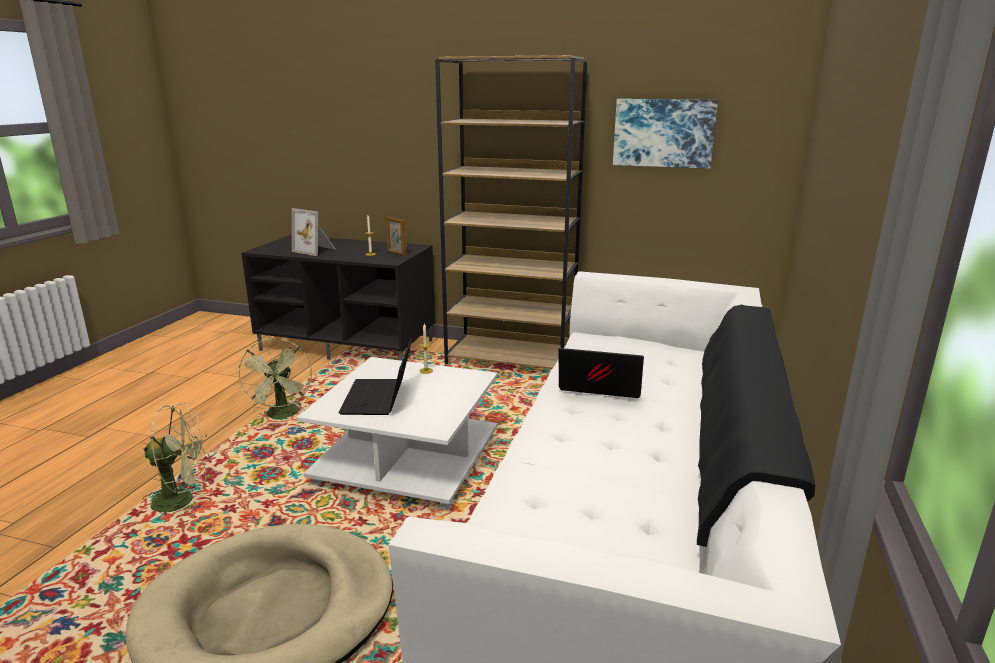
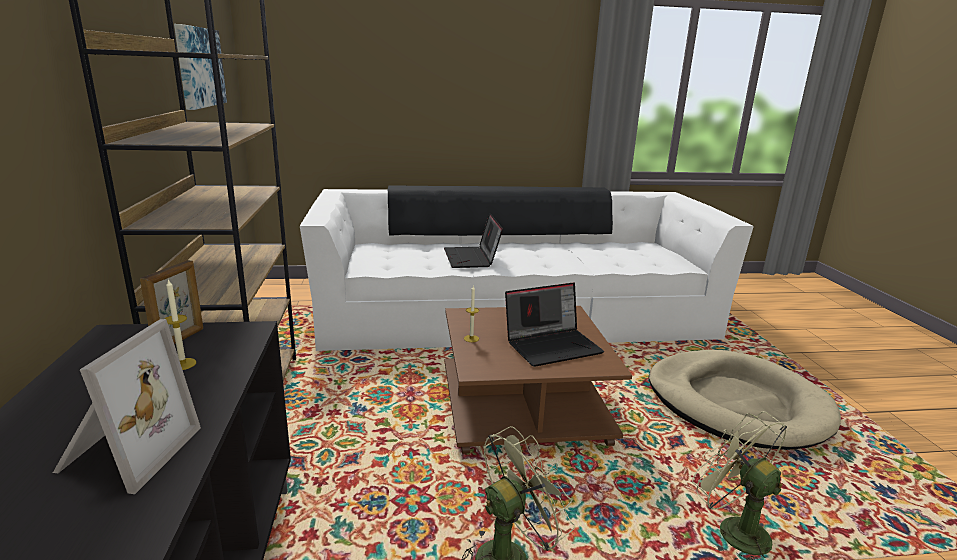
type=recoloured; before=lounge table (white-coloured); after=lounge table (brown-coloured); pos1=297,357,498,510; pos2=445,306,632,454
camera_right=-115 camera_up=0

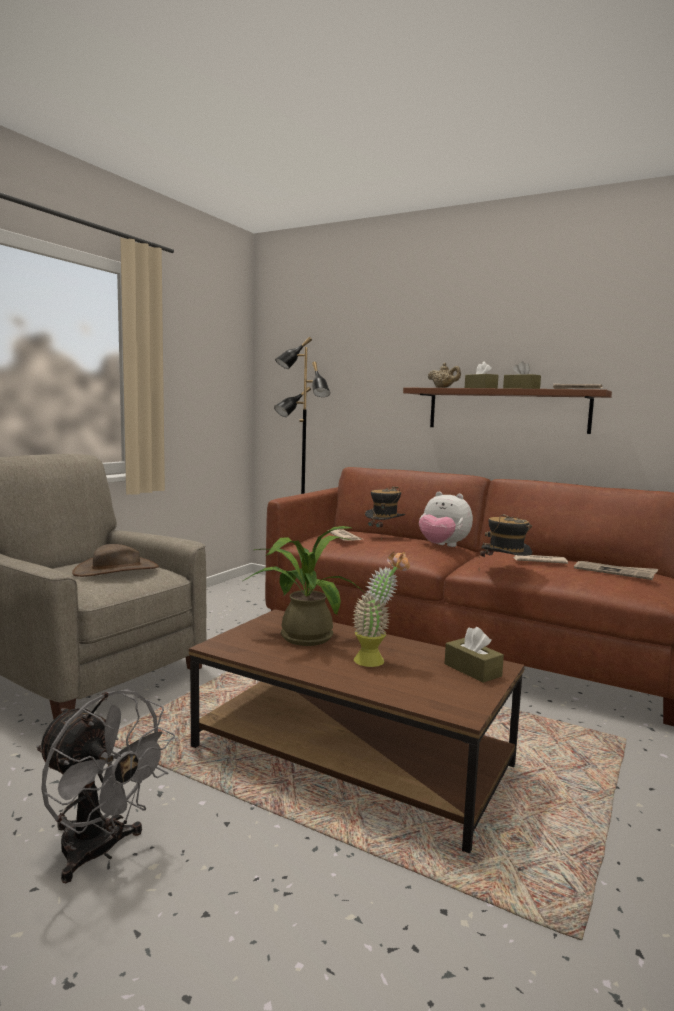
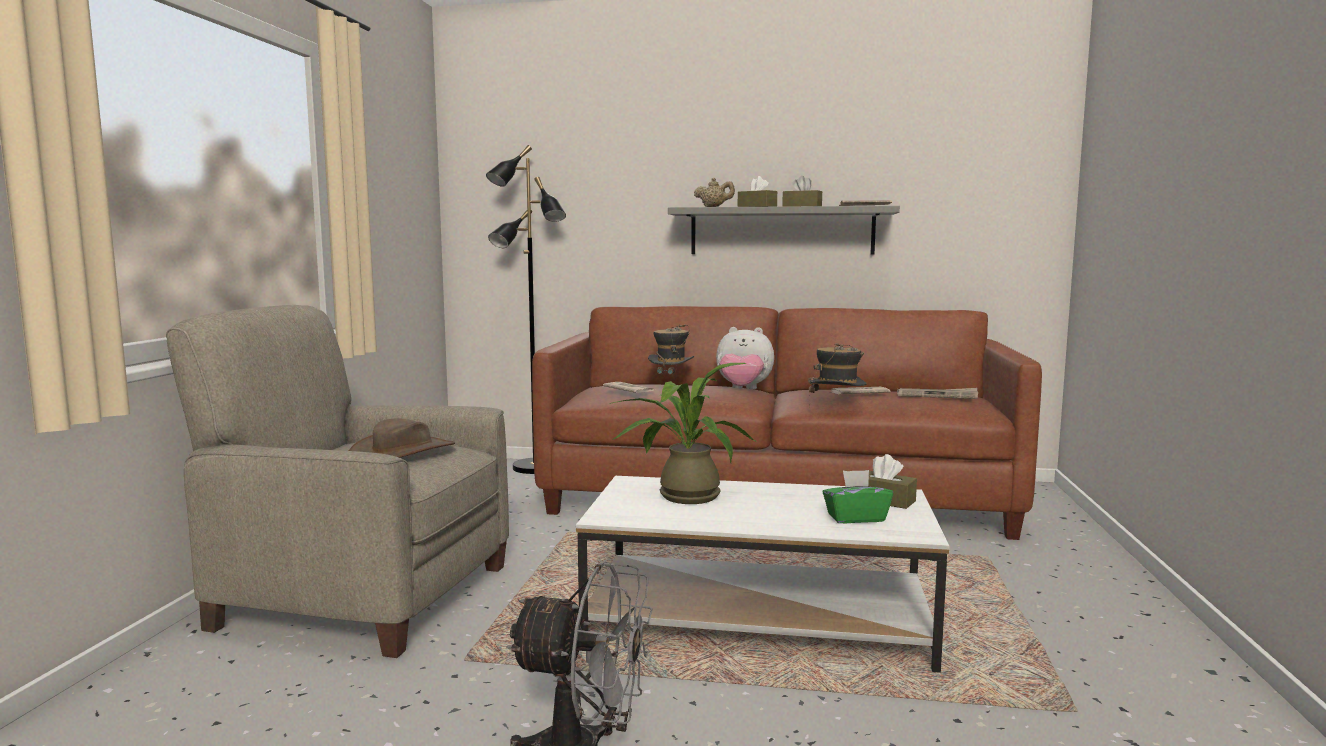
type=removed; before=houseplant; pos1=353,552,410,667
type=added; after=tissue holder (green); pos2=823,470,893,523
type=recoloured; before=lounge table (brown-coloured); after=lounge table (white-coloured); pos1=189,609,524,854; pos2=576,476,949,673
type=recoloured; before=shelf (brown-coloured); after=shelf (gray); pos1=403,387,612,434; pos2=668,206,900,255
camera_right=-20 camera_up=0

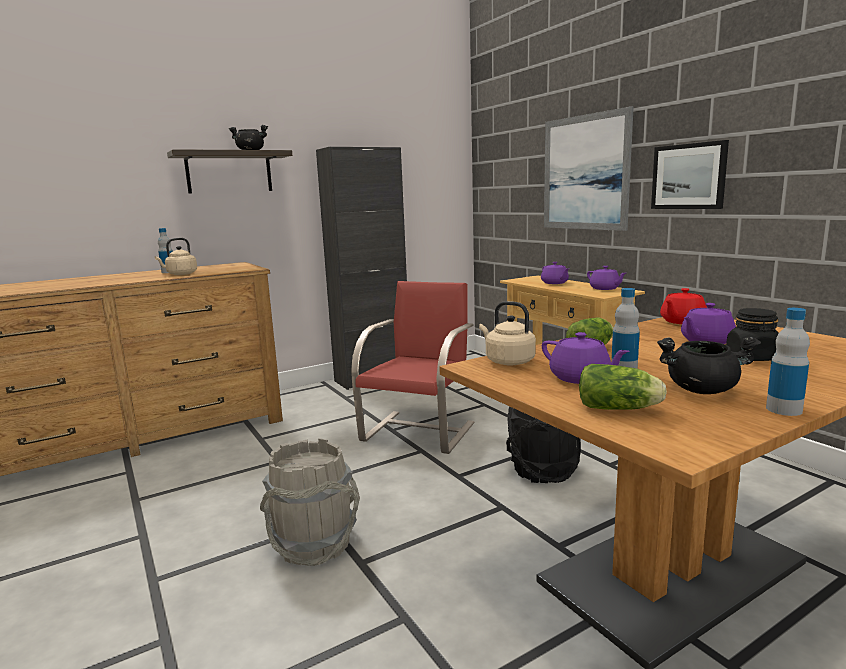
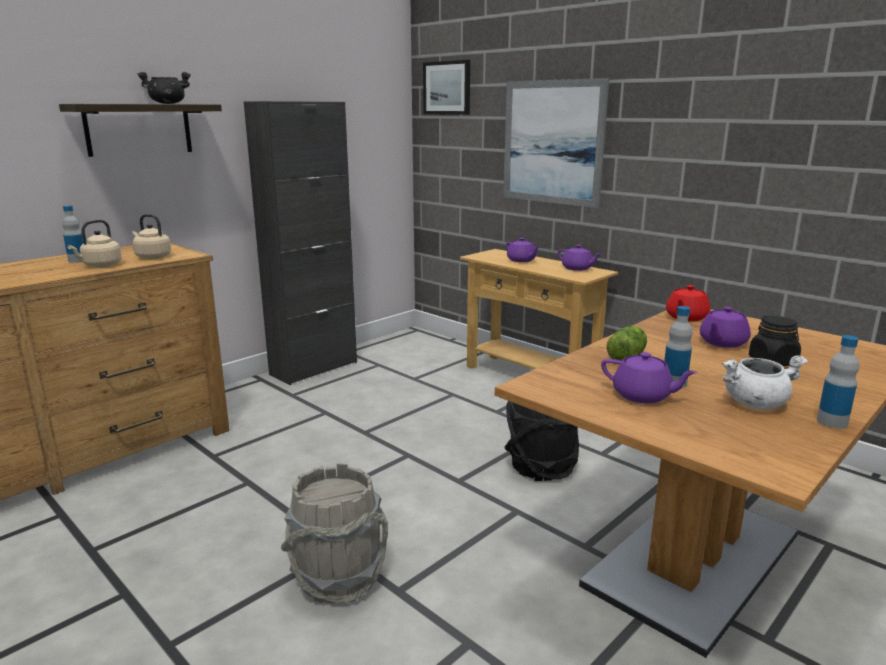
type=removed; before=upright chair (reddish); pos1=351,281,475,454
type=removed; before=lettuce head; pos1=579,364,667,410
type=moved; before=tea kettle (beige); pos1=479,301,536,365; pos2=132,214,171,259
type=moved; before=wall art; pos1=651,140,729,209; pos2=423,60,470,115
type=recoloured; before=stockpot (blackish); after=stockpot (white-coloured); pos1=657,337,761,394; pos2=722,355,808,410
camera_right=-15 camera_up=5

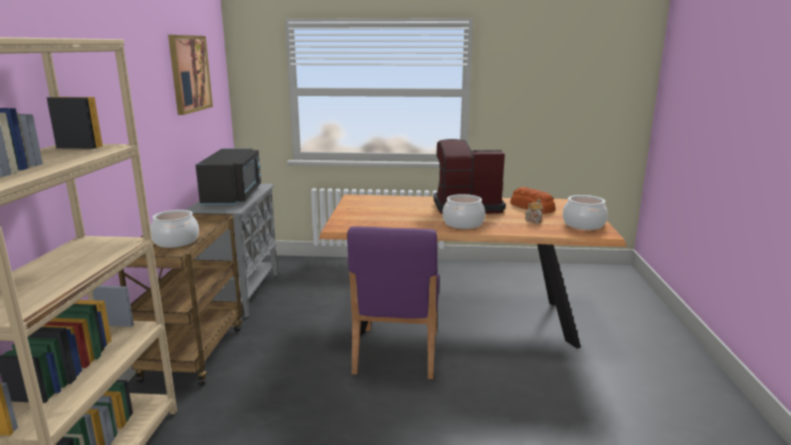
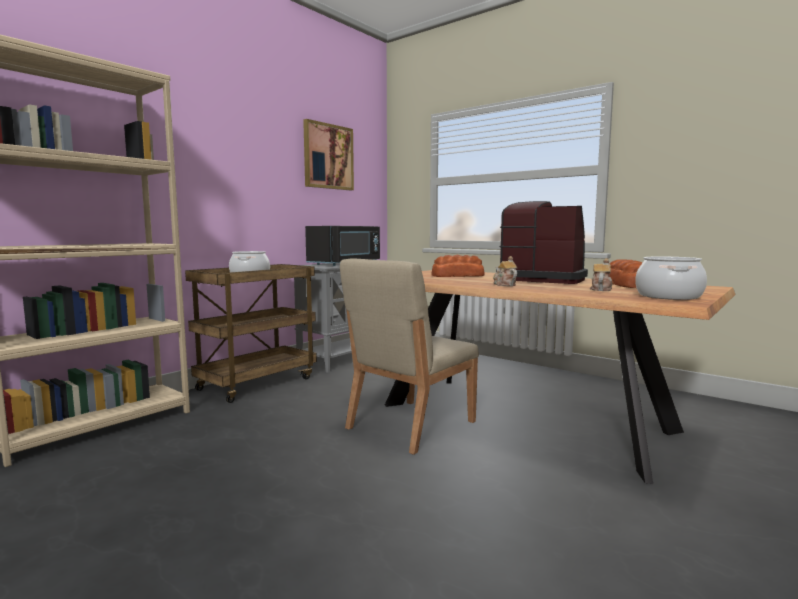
type=added; after=baked bread; pos2=432,255,485,277
type=replaced; before=stockpot; after=teapot; pos1=443,194,485,229; pos2=493,256,517,286
type=recoloured; before=upright chair (purple); after=upright chair (beige); pos1=347,227,440,379; pos2=340,259,479,455
camera_right=35 camera_up=-10

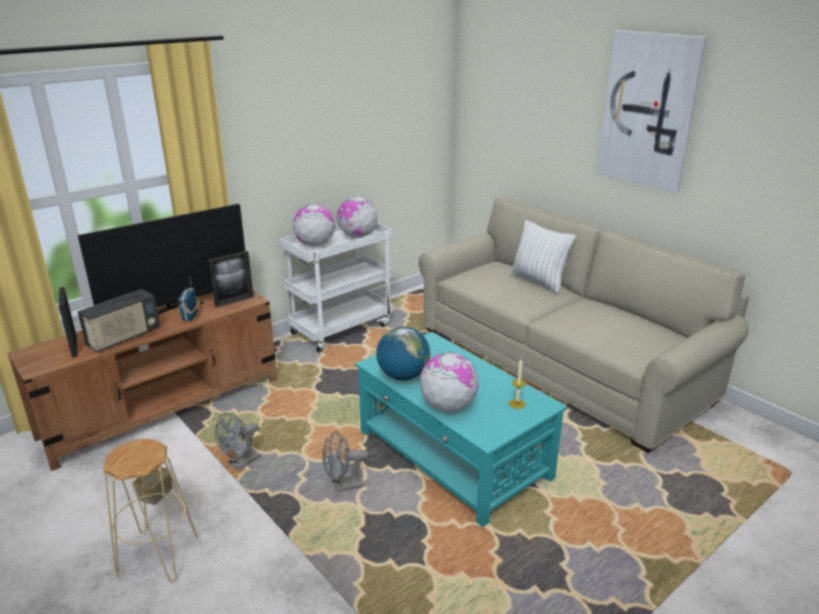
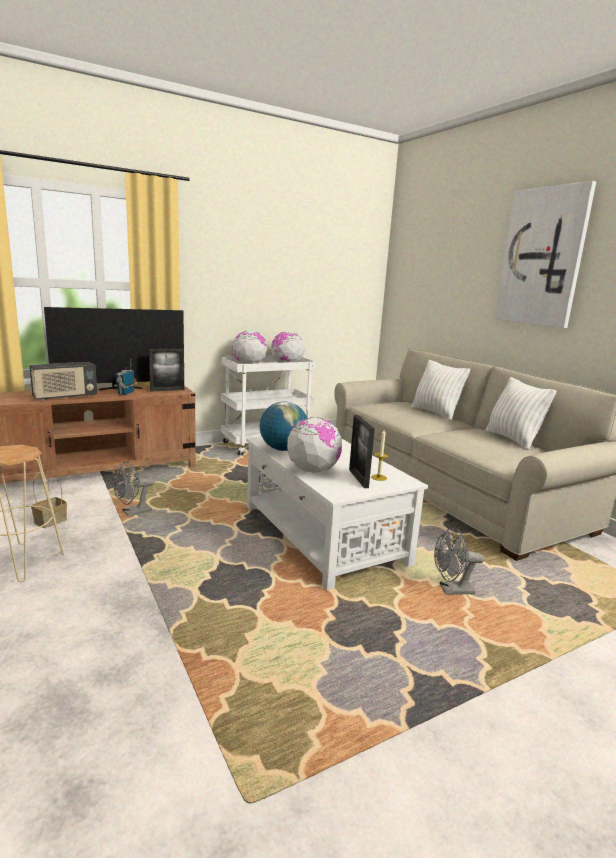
type=added; after=cushion (white-coloured); pos2=486,377,556,450
type=moved; before=picture frame; pos1=59,287,77,358; pos2=349,415,375,488
type=moved; before=electric fan (gray); pos1=323,430,369,492; pos2=434,527,484,595
type=recoloured; before=lounge table (turquoise-coloured); after=lounge table (white-coloured); pos1=355,332,567,527; pos2=246,437,428,590
camera_right=10 camera_up=-10

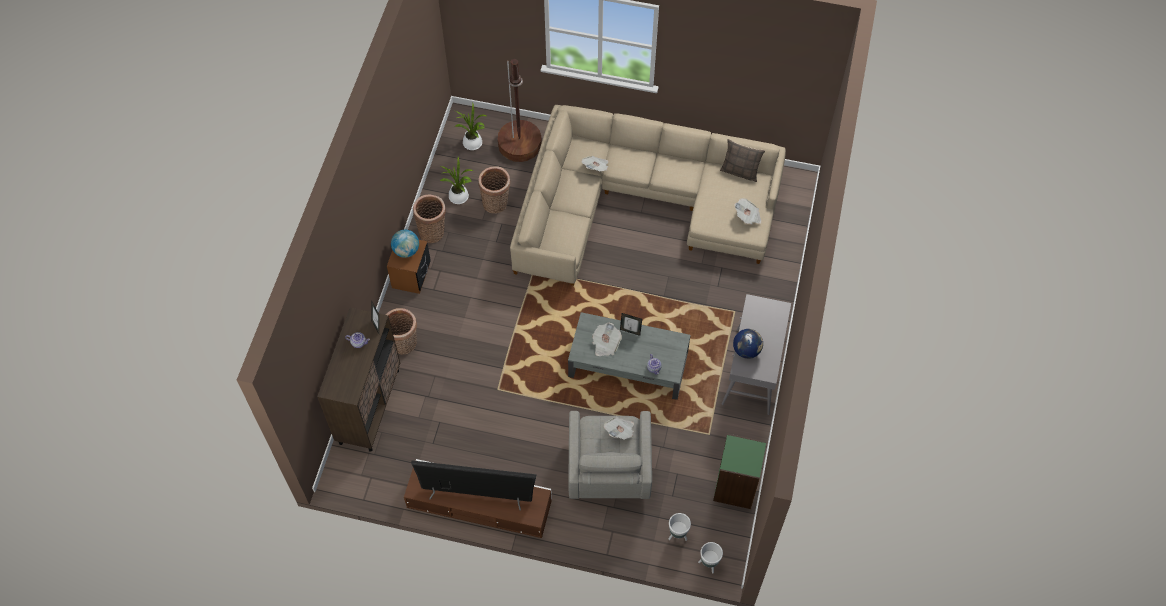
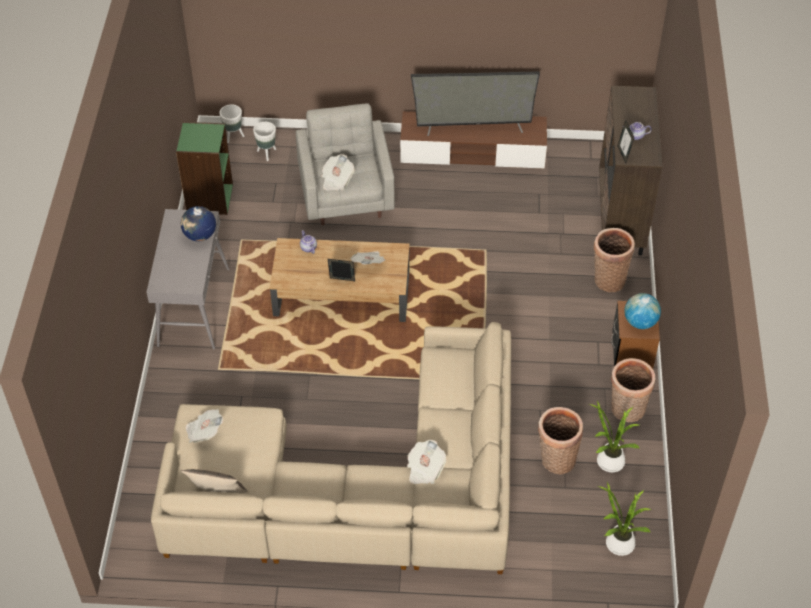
type=removed; before=standing lamp (brown-coloured); pos1=498,59,542,162
type=recoloured; before=lounge table (gray); after=lounge table (brown-coloured); pos1=568,312,691,400; pos2=270,238,410,322
camera_right=170 camera_up=-10

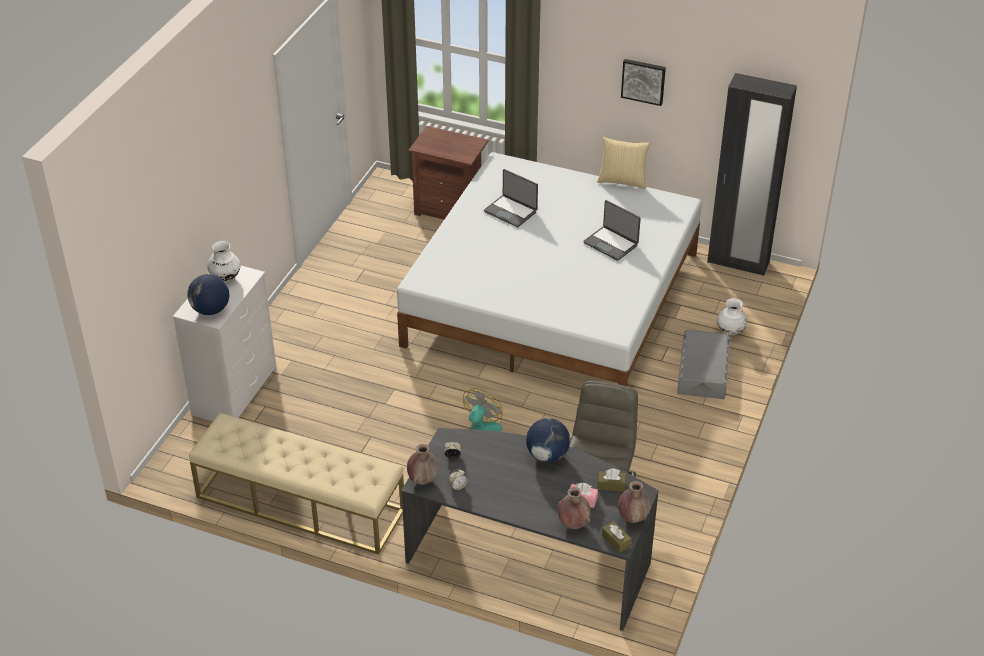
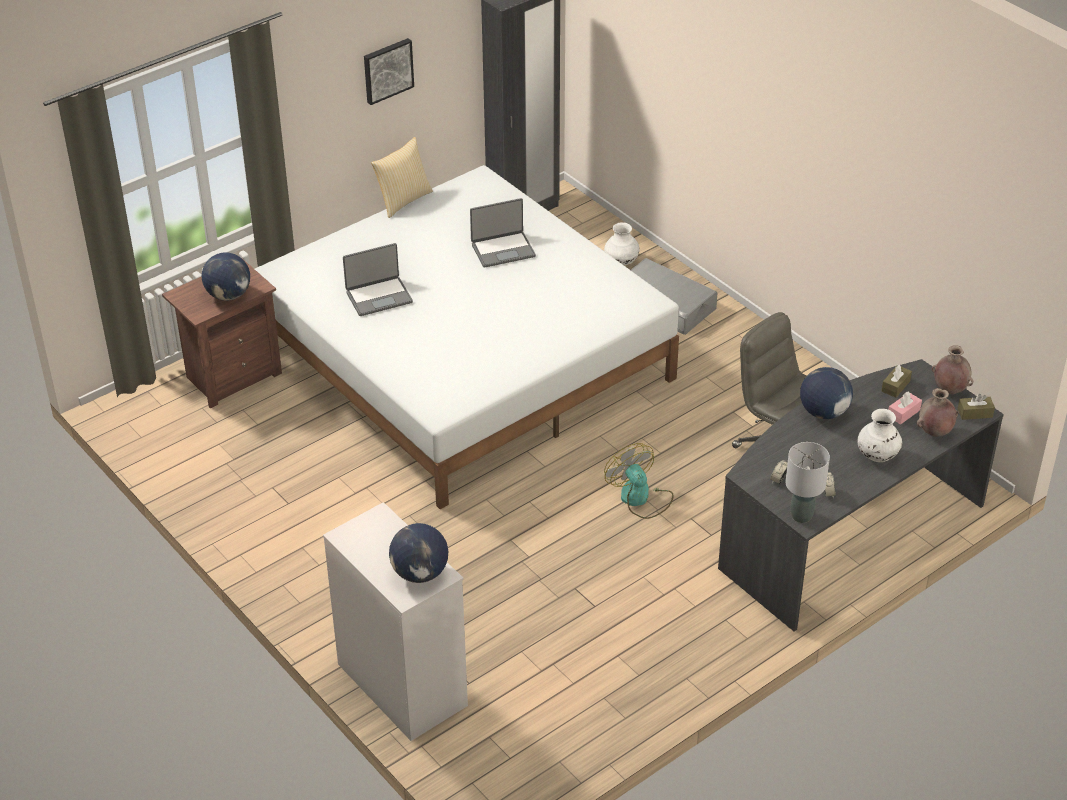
type=removed; before=bench (beige); pos1=189,413,404,555
type=added; after=globe; pos2=202,252,250,301
type=moved; before=decorative vase (white-coloured); pos1=207,241,241,281; pos2=857,409,902,462
type=replaced; before=decorative vase (brown-coloured); after=table lamp (gray); pos1=407,444,439,485; pos2=785,442,830,523
camera_right=-60 camera_up=0

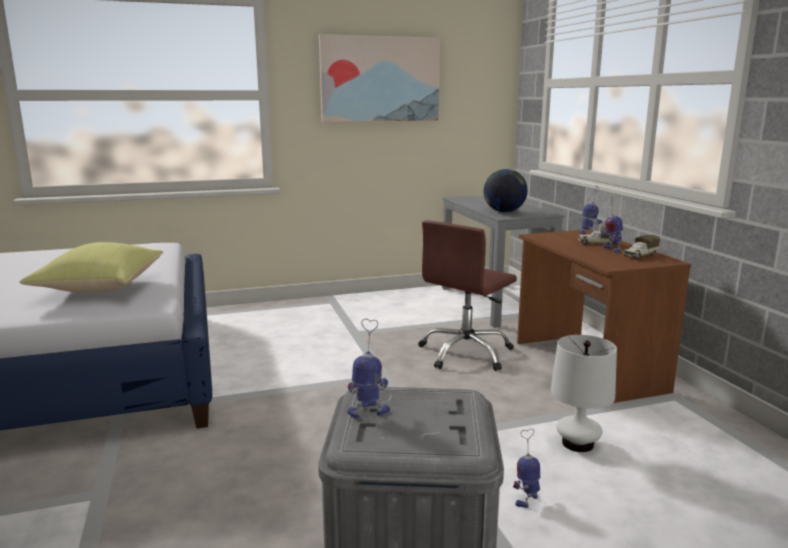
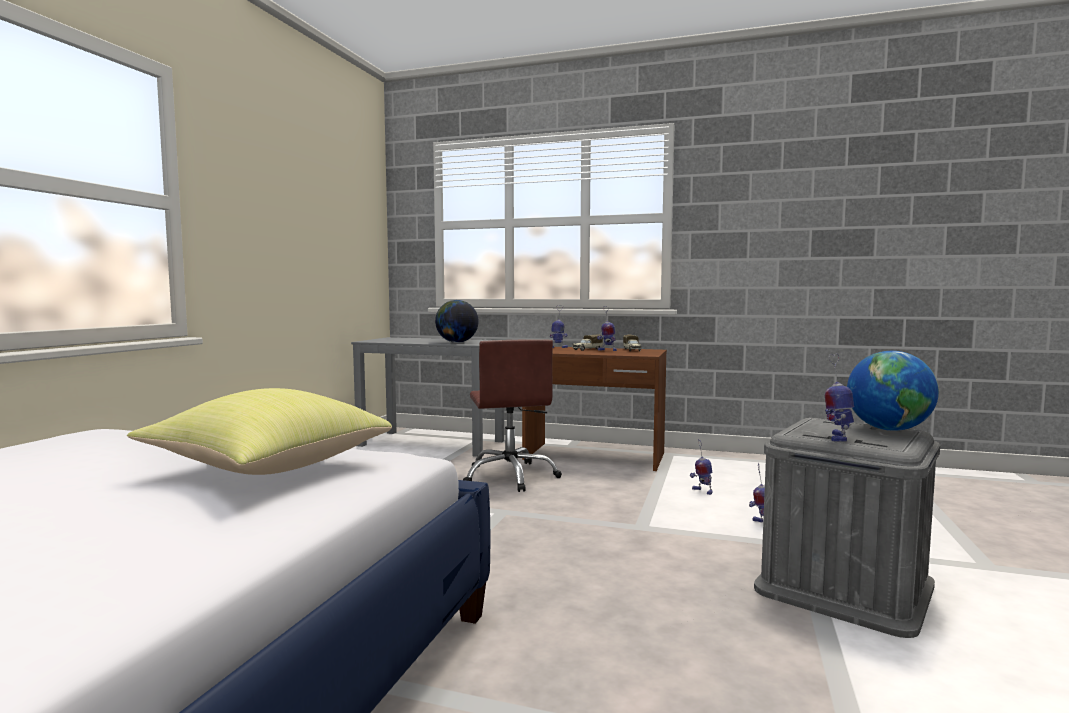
type=removed; before=wall art; pos1=319,34,440,122
type=added; after=globe; pos2=847,351,939,431
type=replaced; before=table lamp (white-coloured); after=robot figure; pos1=551,335,617,452; pos2=690,440,713,495
camera_right=-55 camera_up=-10

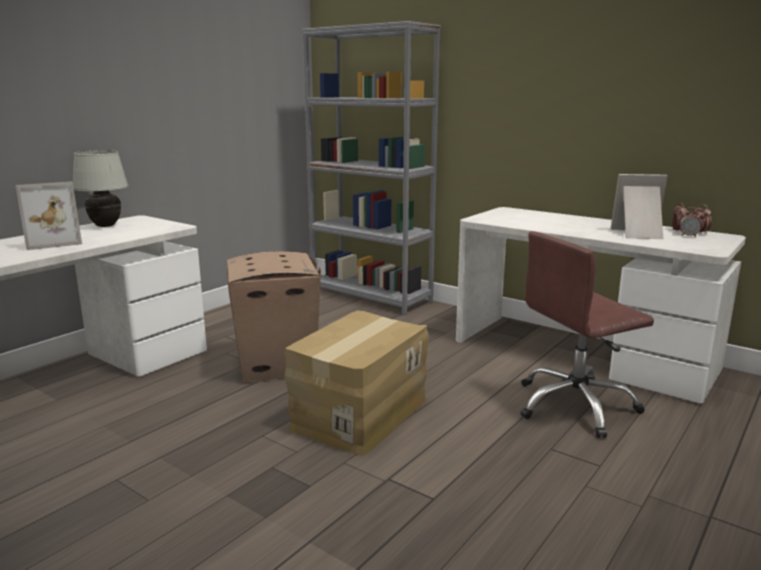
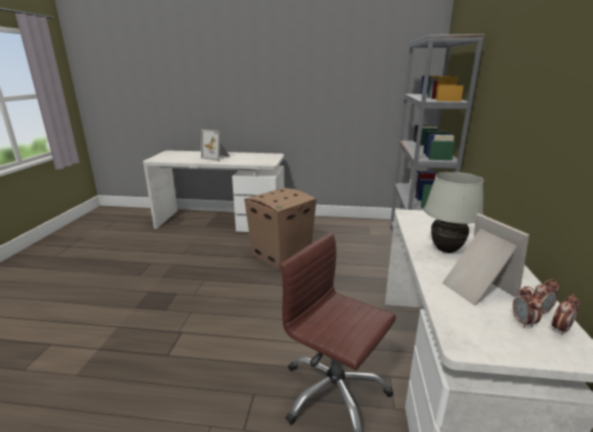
type=removed; before=packing box; pos1=285,311,429,456
type=moved; before=table lamp (white-coloured); pos1=73,150,128,227; pos2=424,172,484,253
camera_right=60 camera_up=5

